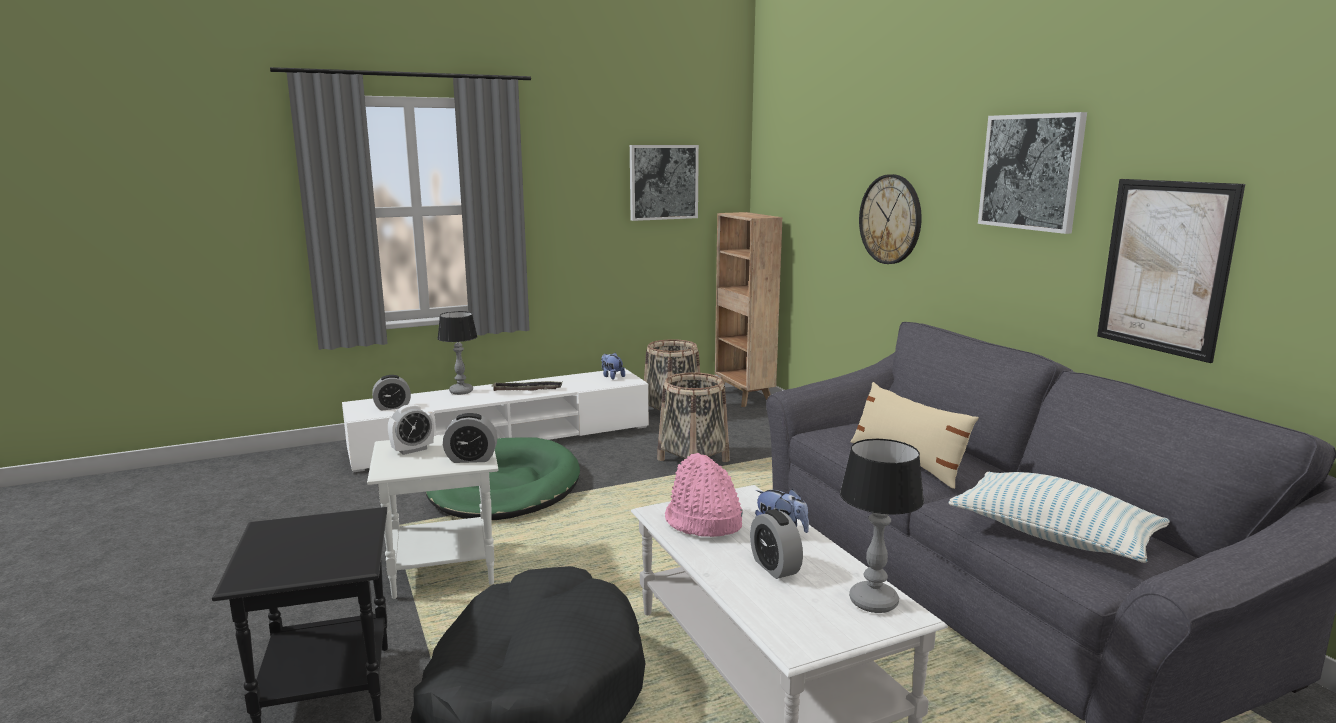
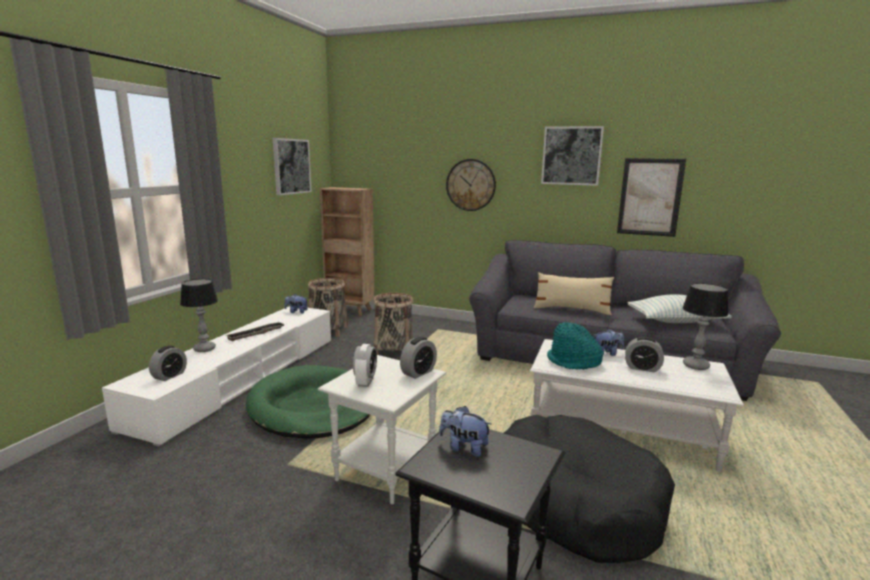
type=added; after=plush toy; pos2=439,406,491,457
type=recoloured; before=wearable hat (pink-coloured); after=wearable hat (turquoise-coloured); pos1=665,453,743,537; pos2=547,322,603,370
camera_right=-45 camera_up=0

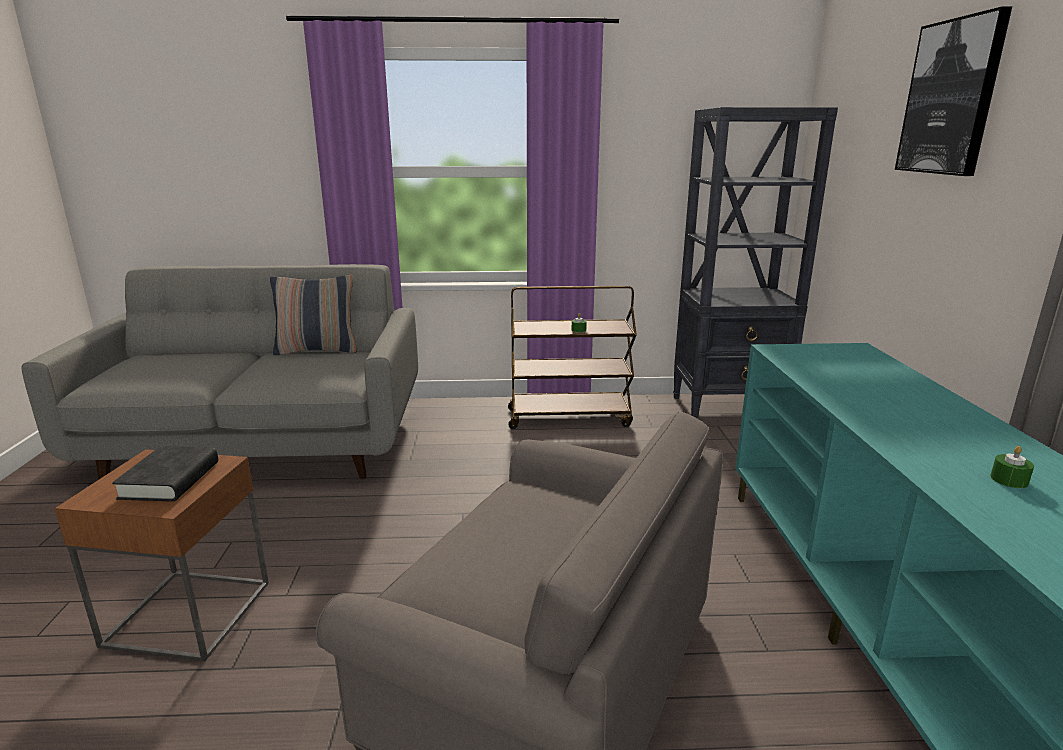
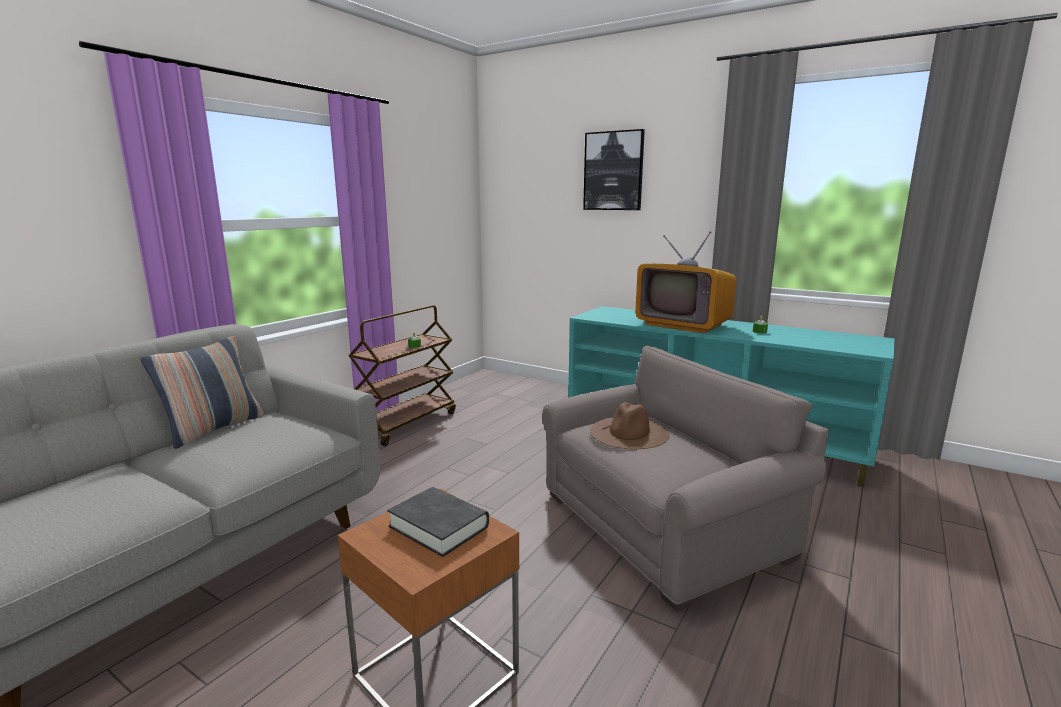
type=removed; before=bookcase (blackish); pos1=673,107,838,419
type=added; after=wearable hat (brown-coloured); pos2=590,402,669,449
type=added; after=television; pos2=635,231,737,333
camera_right=-55 camera_up=-5

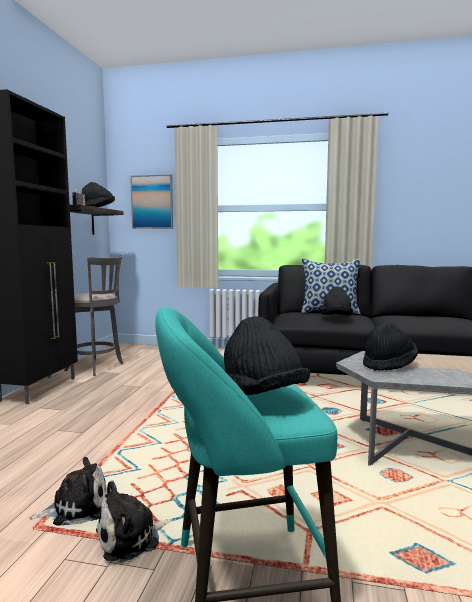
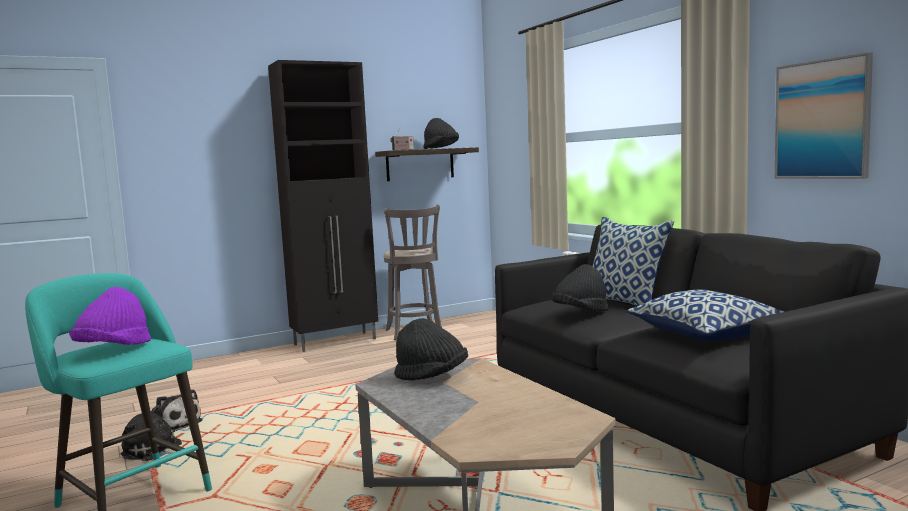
type=added; after=cushion; pos2=627,290,785,341
type=moved; before=wall art; pos1=130,174,173,229; pos2=775,52,873,179
type=recoloured; before=wearable hat (blackish); after=wearable hat (purple); pos1=224,316,310,395; pos2=69,287,151,345
camera_right=50 camera_up=0

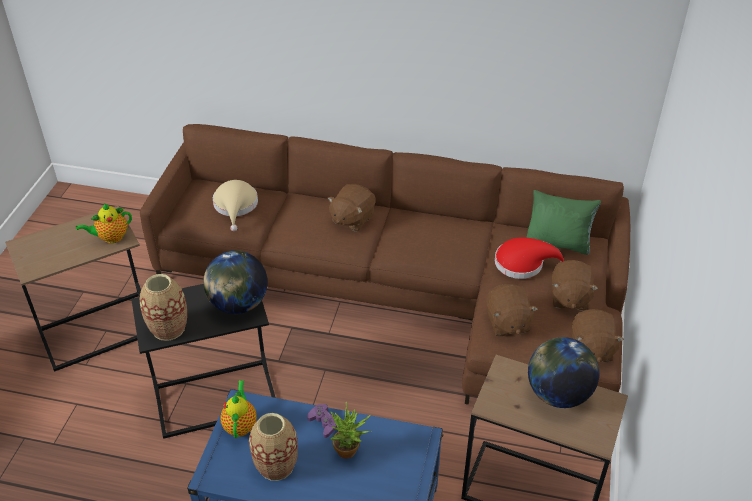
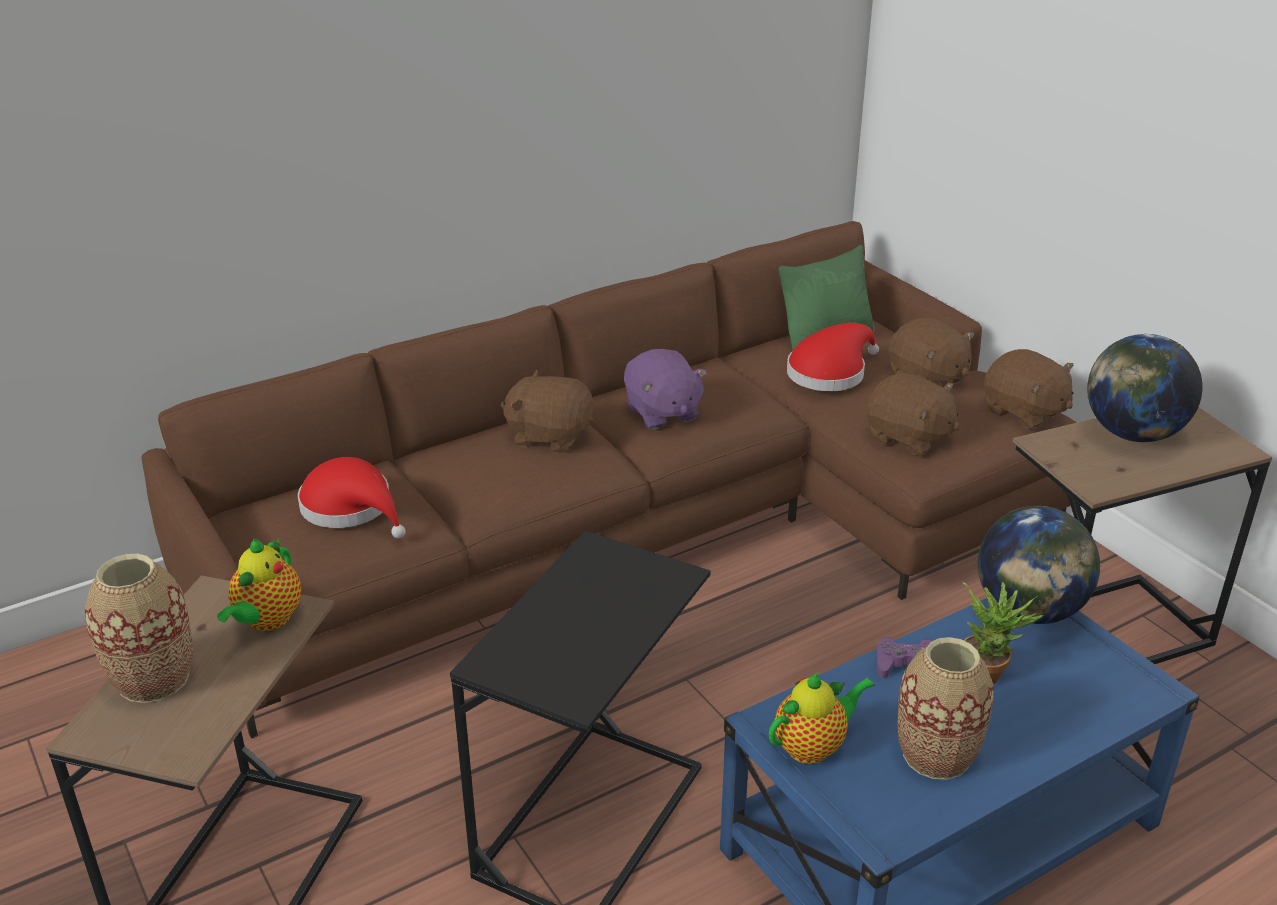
type=added; after=plush toy (purple); pos2=624,349,707,430
type=moved; before=decorative vase; pos1=140,274,187,341; pos2=85,554,193,703
type=moved; before=globe; pos1=203,250,268,314; pos2=978,505,1100,624
type=recoloured; before=wearable hat (beige); after=wearable hat (reddish); pos1=213,180,258,231; pos2=298,457,406,538
type=turned; before=teapot; pos1=220,380,257,438; pos2=769,673,875,764; turn=105
type=turned; before=plush toy (brown-coloured); pos1=327,184,375,232; pos2=501,370,594,453; turn=120
camera_right=-45 camera_up=-10

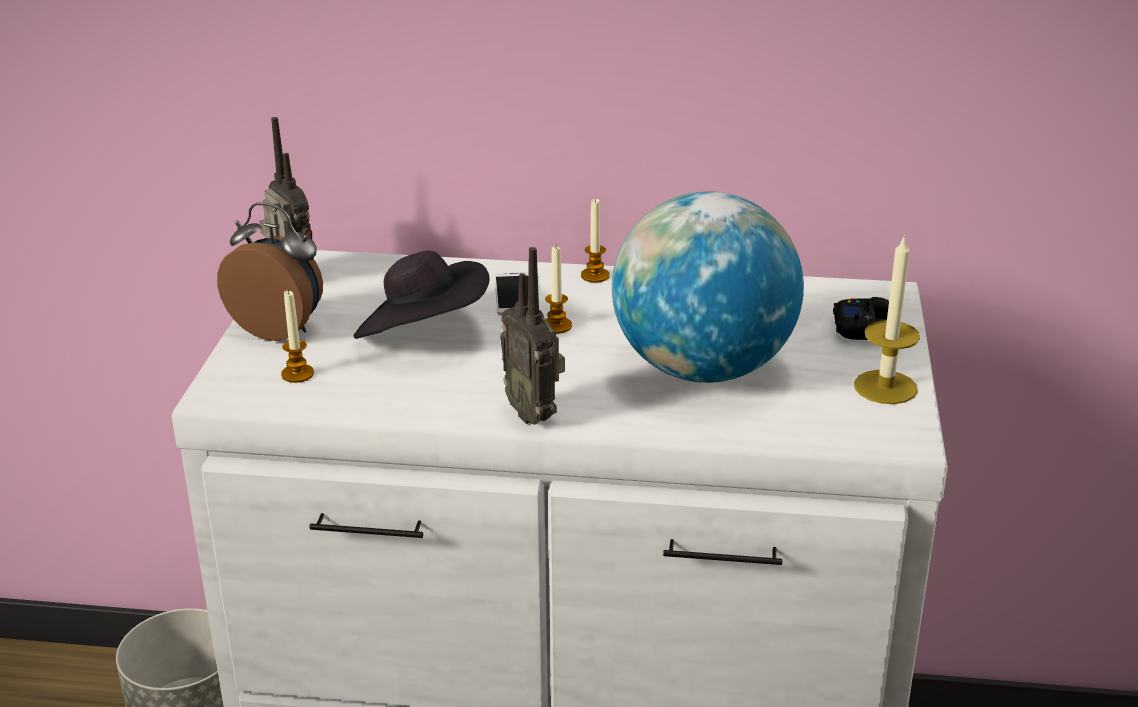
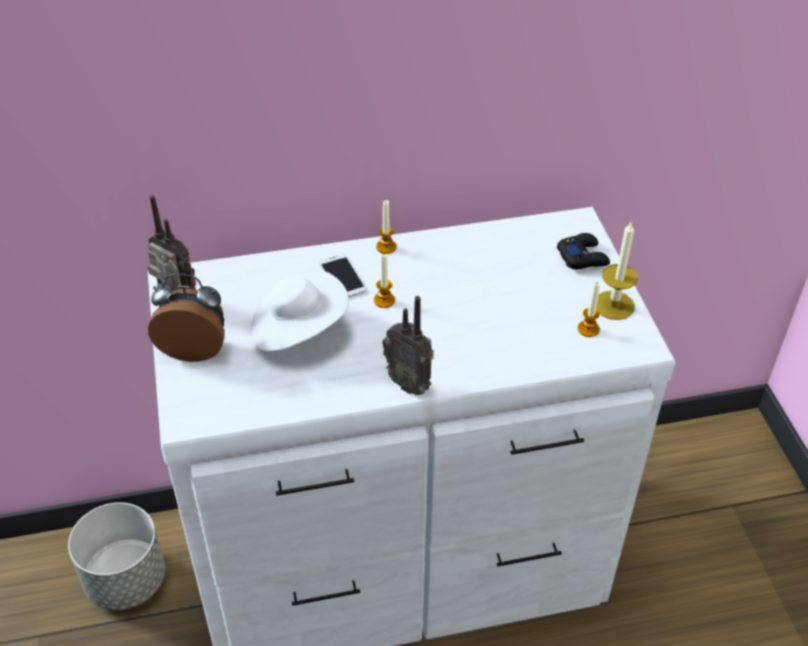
type=removed; before=globe; pos1=612,191,804,383
type=moved; before=candle; pos1=281,290,314,383; pos2=578,282,600,337
type=recoloured; before=wearable hat (blackish); after=wearable hat (white-coloured); pos1=353,251,490,339; pos2=251,269,349,352
camera_right=-20 camera_up=15

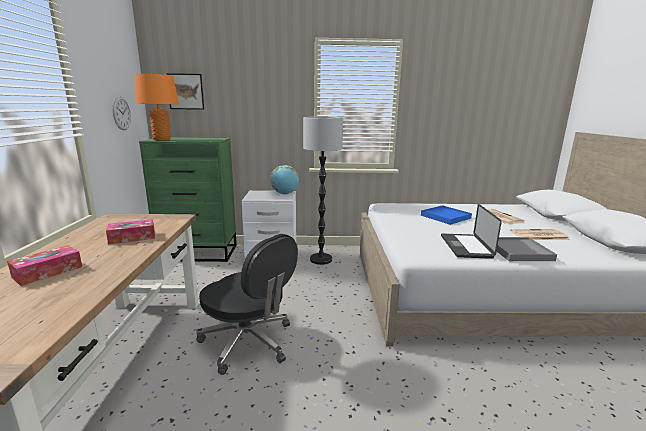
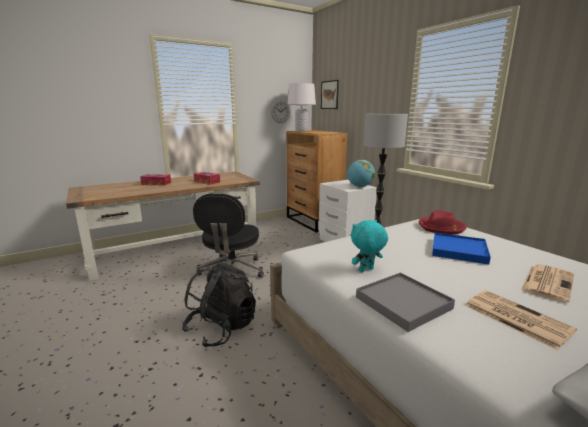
type=added; after=backpack (blackish); pos2=182,262,256,348
type=added; after=wearable hat (reddish); pos2=419,210,467,234
type=replaced; before=laptop; after=plush toy (turquoise-coloured); pos1=441,204,502,259; pos2=351,220,388,272
type=recoloured; before=table lamp (orange); after=table lamp (white-coloured); pos1=135,74,179,141; pos2=287,83,316,131
type=recoloured; before=dresser (green); after=dresser (brown-coloured); pos1=139,137,237,262; pos2=286,130,348,233
camera_right=60 camera_up=0

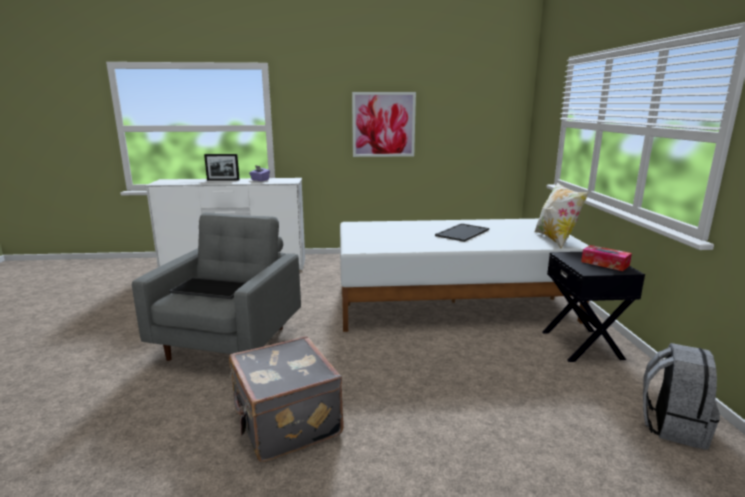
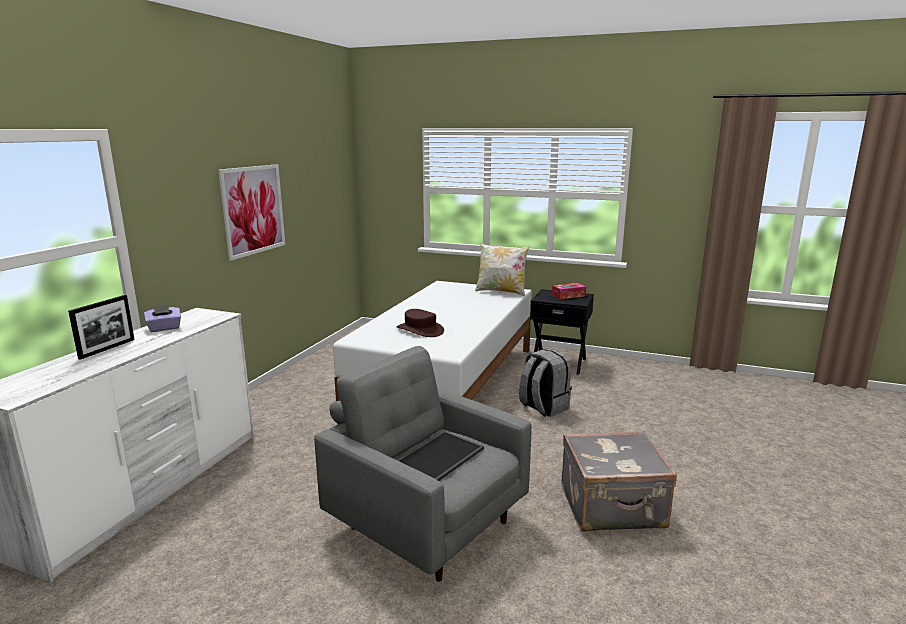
type=removed; before=tray; pos1=435,223,489,242
type=added; after=wearable hat (brown-coloured); pos2=396,309,444,337
type=moved; before=backpack (gray); pos1=643,343,720,450; pos2=519,348,572,417
camera_right=-65 camera_up=0

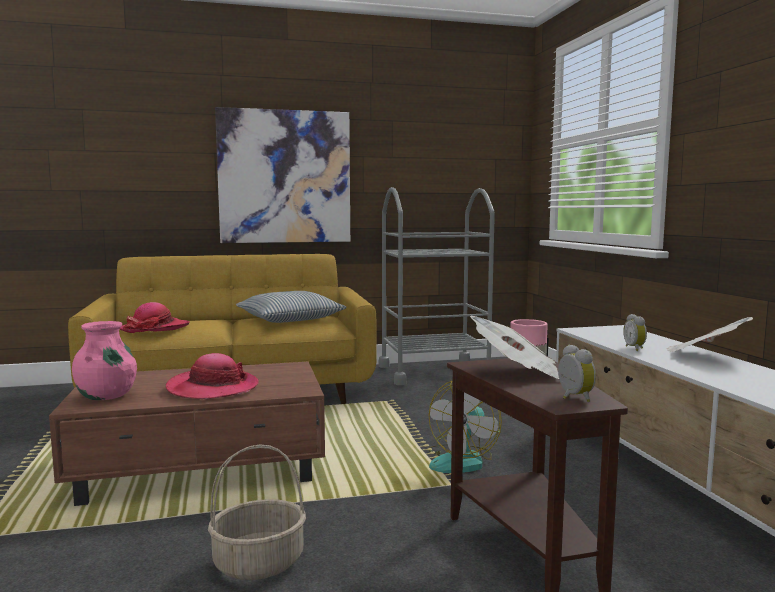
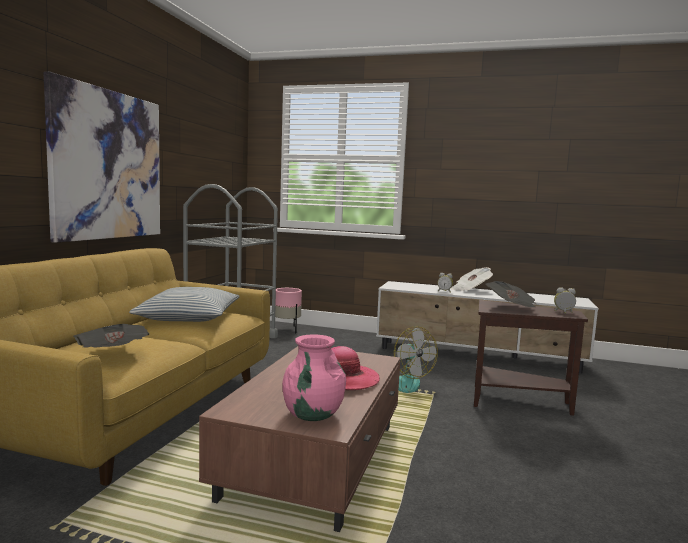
type=removed; before=storage basket; pos1=208,444,306,580
type=replaced; before=wearable hat; after=printed paper; pos1=119,302,190,333; pos2=73,324,150,348
camera_right=-60 camera_up=0

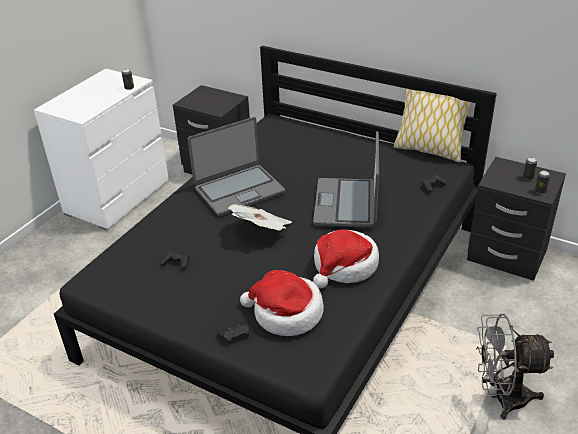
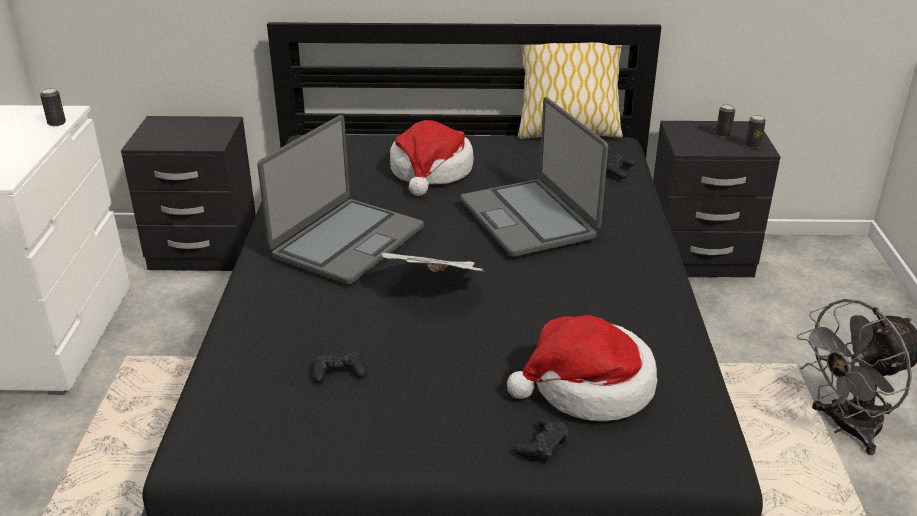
type=moved; before=wearable hat; pos1=313,229,379,289; pos2=390,120,474,196
camera_right=-30 camera_up=-5

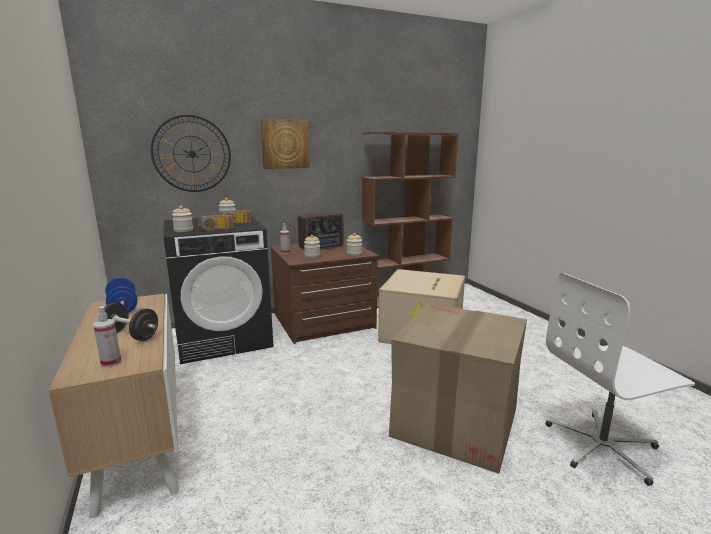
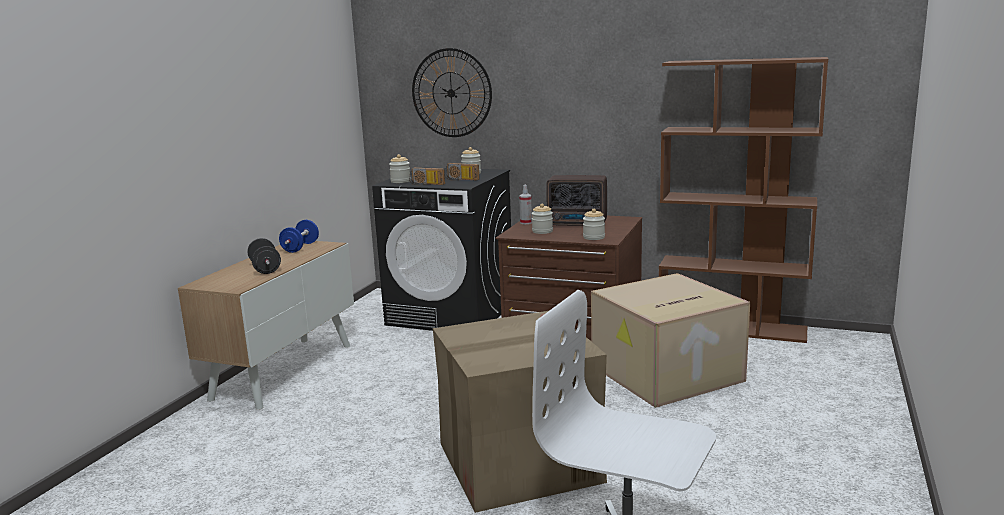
type=removed; before=hand sprayer; pos1=93,306,121,367
type=removed; before=wall art; pos1=261,119,310,169
camera_right=45 camera_up=0

